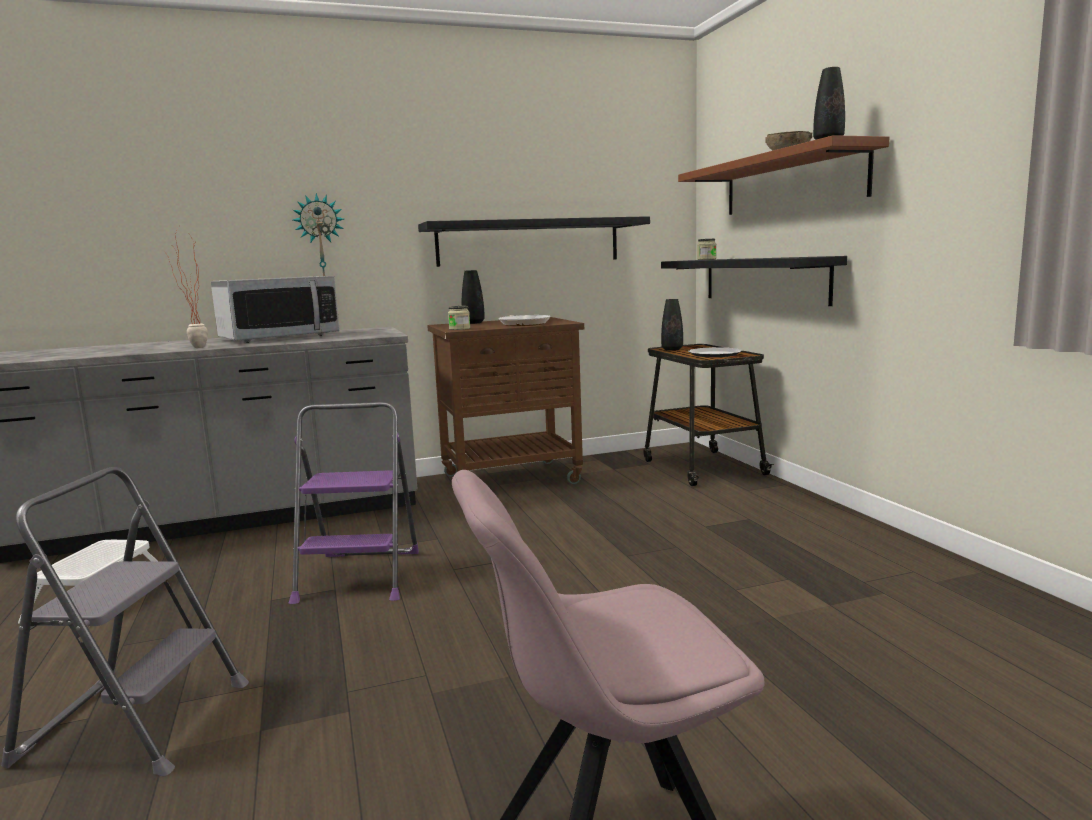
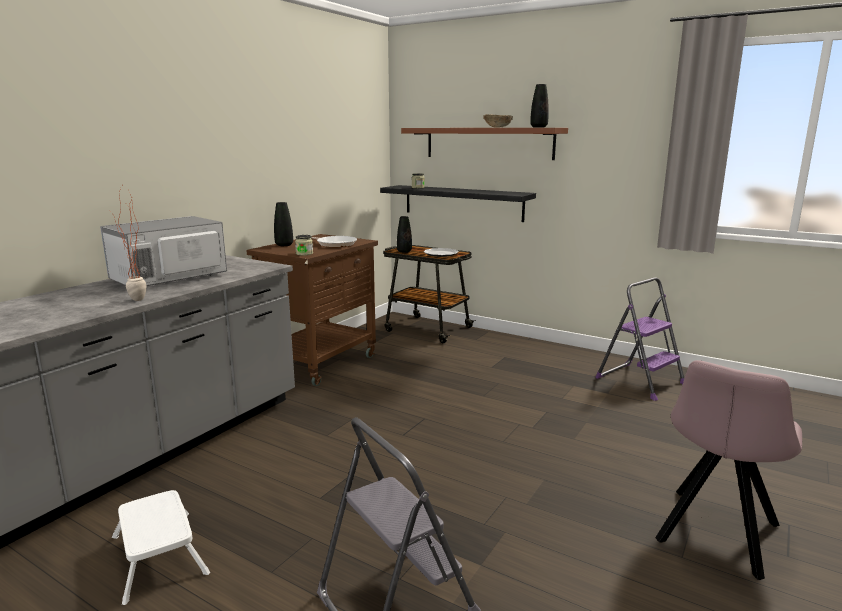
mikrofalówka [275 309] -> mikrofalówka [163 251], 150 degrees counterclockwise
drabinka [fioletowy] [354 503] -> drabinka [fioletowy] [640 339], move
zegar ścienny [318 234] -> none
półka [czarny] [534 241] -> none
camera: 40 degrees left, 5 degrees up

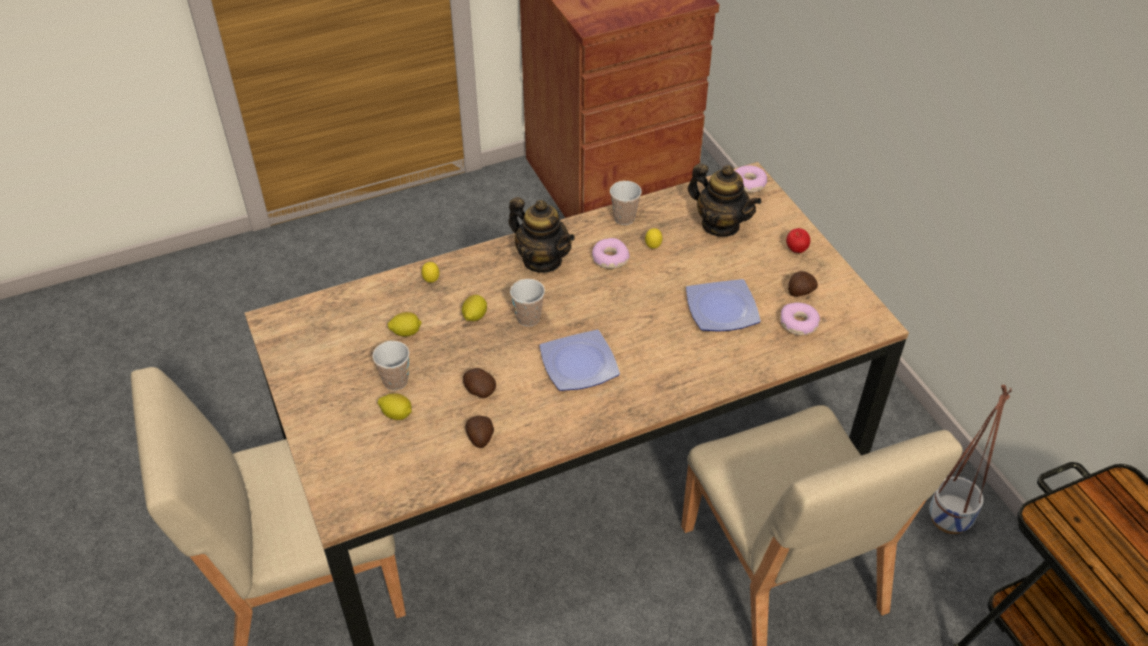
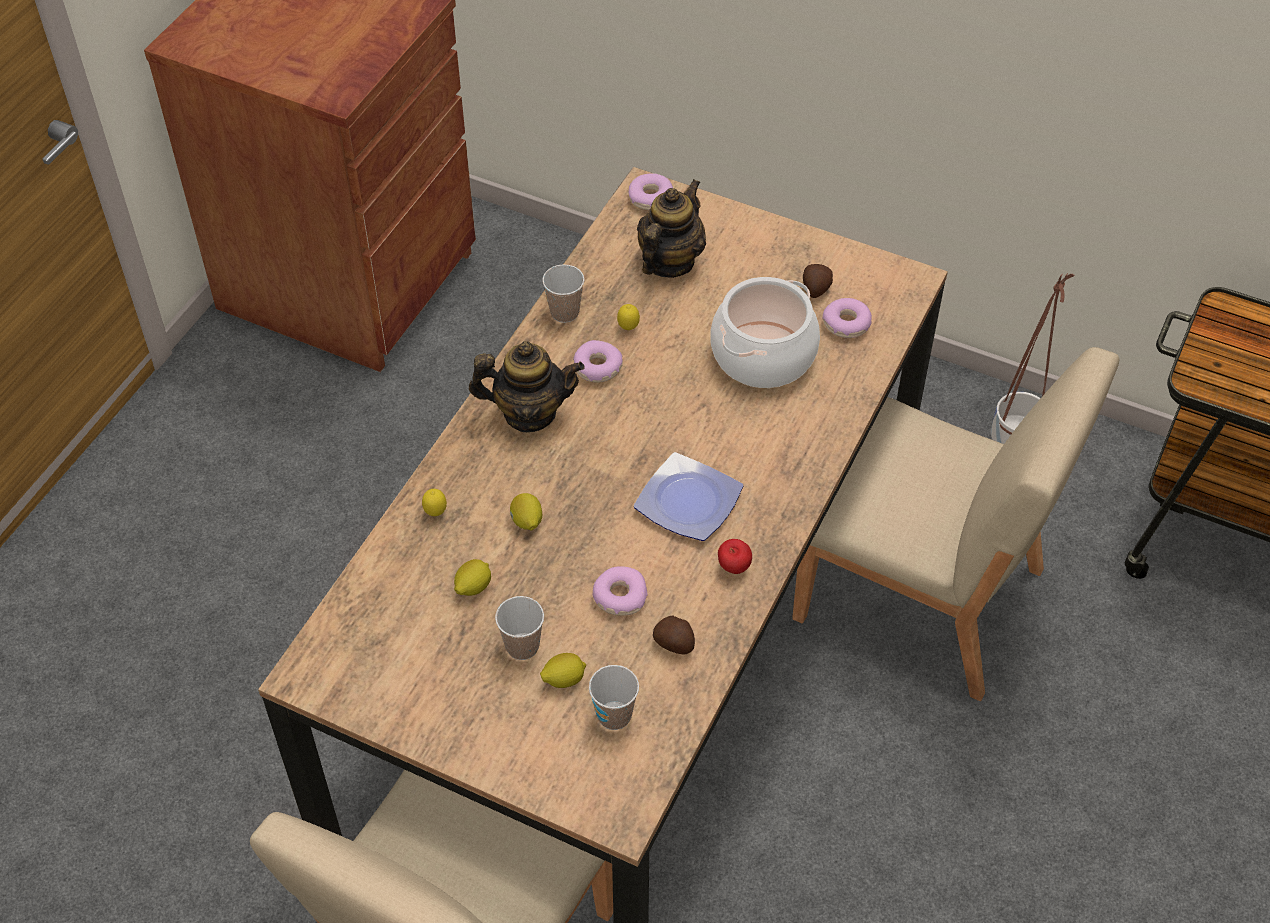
filiżanka [527 302] -> filiżanka [614 697], move
ziemniak [479 383] -> donut [620 591]
imbryk [725 200] -> imbryk [671 228], 60 degrees counterclockwise
talerz [723 305] -> garnek [765 332]
jabłko [798 240] -> jabłko [735 556], move
camera: 40 degrees left, 5 degrees up

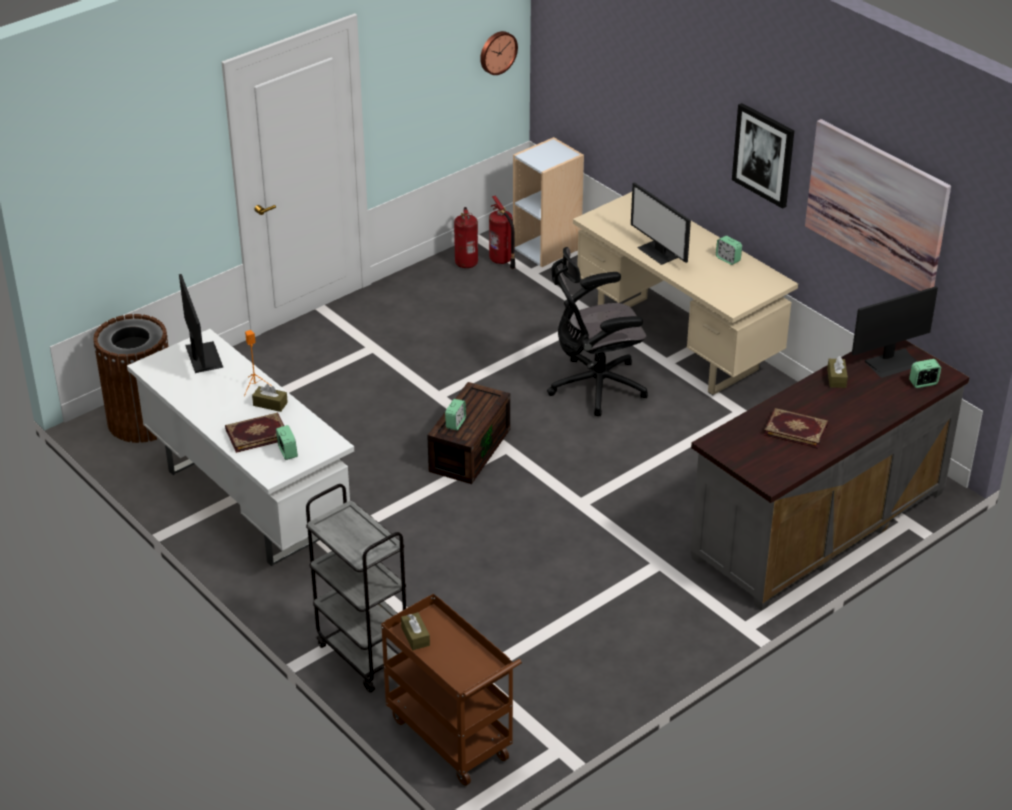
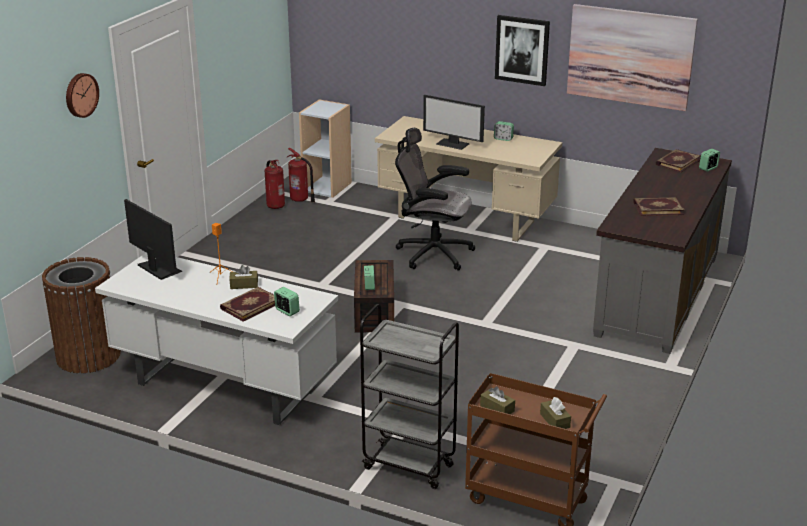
zegar ścienny [499 53] -> zegar ścienny [82 95], move
krzesło biurowe [597 331] -> krzesło biurowe [435 199], 60 degrees clockwise
pudełko chusteczek [brązowy] [837 372] -> pudełko chusteczek [brązowy] [555 413], move
monitor [895 332] -> książka [678 160]
camera: 25 degrees left, 10 degrees down

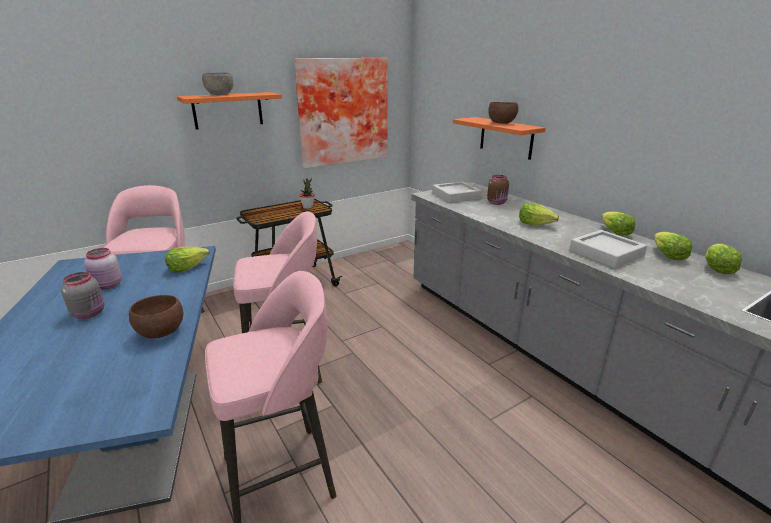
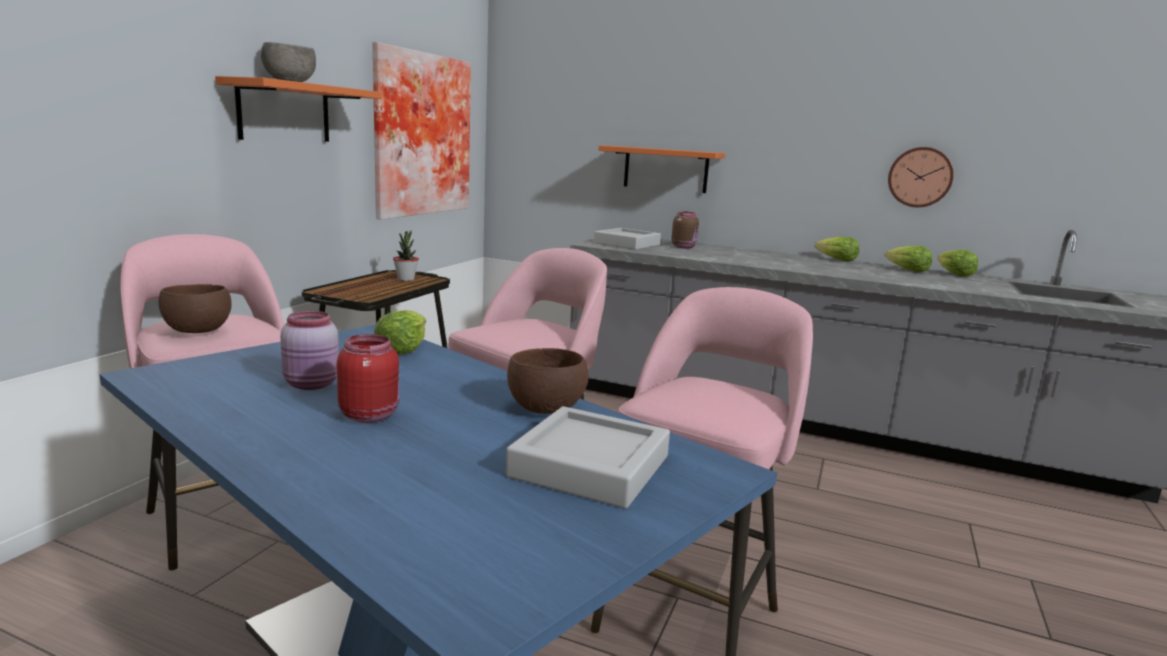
miska [brązowy] [503 113] -> miska [brązowy] [195 308], move
słoik [szary] [82 295] -> słoik [czerwony] [368 378]
taca [szary] [608 249] -> taca [szary] [588 457], move
none -> zegar ścienny [921 177]
sałata [539 214] -> none
camera: 35 degrees left, 10 degrees down

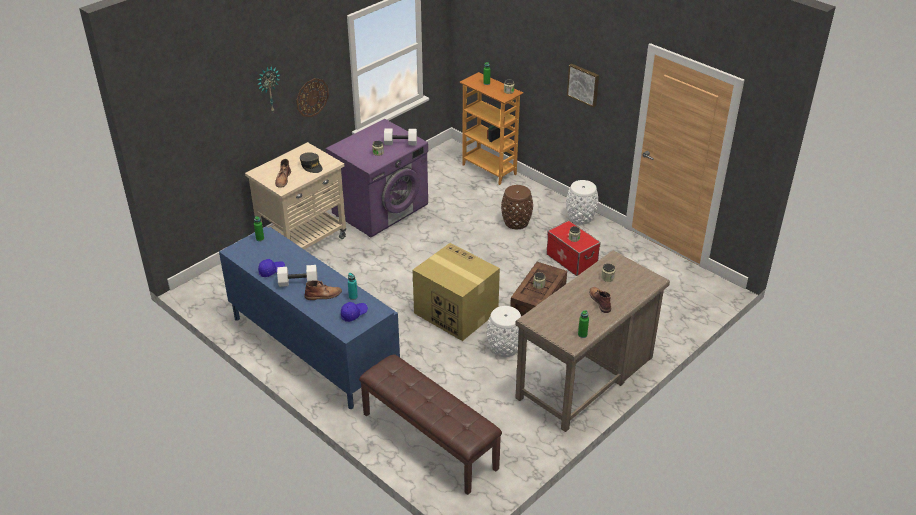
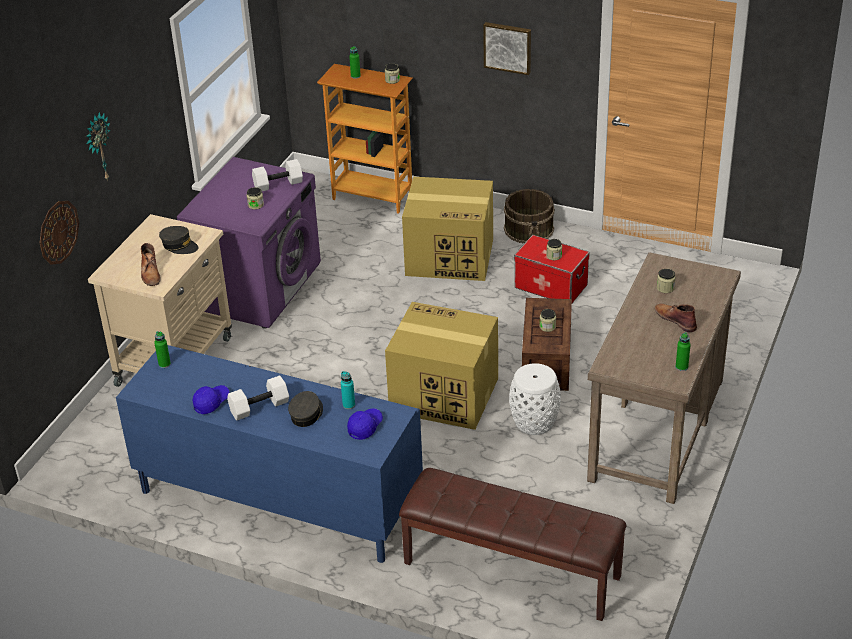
zegar ścienny [312 97] -> zegar ścienny [59 233], move
but z cholewką [brązowy] [323 290] -> czapka z daszkiem [szary] [305 409]
stołek [brązowy] [517 207] -> karton [447 228]
stołek [biały] [582 202] -> wiadro [brązowy] [529 216]
camera: 20 degrees left, 0 degrees up

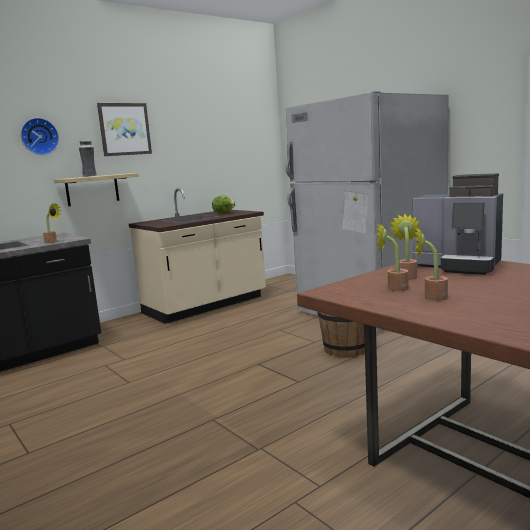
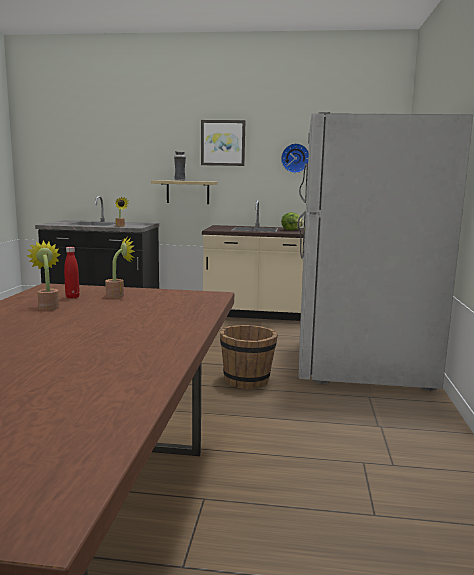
roślina doniczkowa [392 257] -> butelka [czerwony] [72 273]
zegar ścienny [40 136] -> zegar ścienny [295 158], move
ekspres do kawy [458 224] -> none
camera: 45 degrees right, 0 degrees up

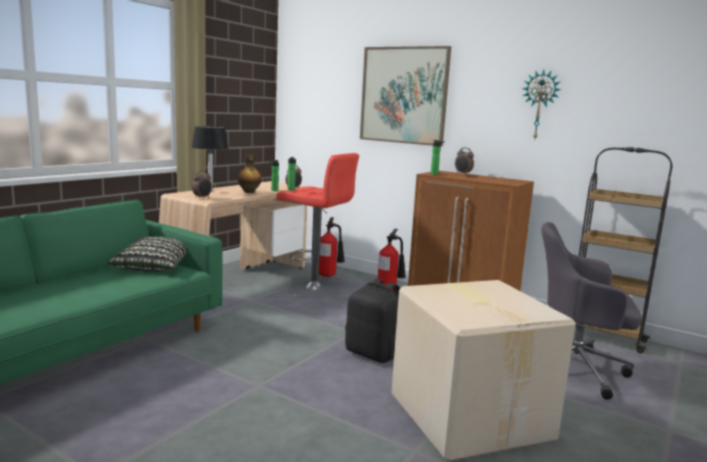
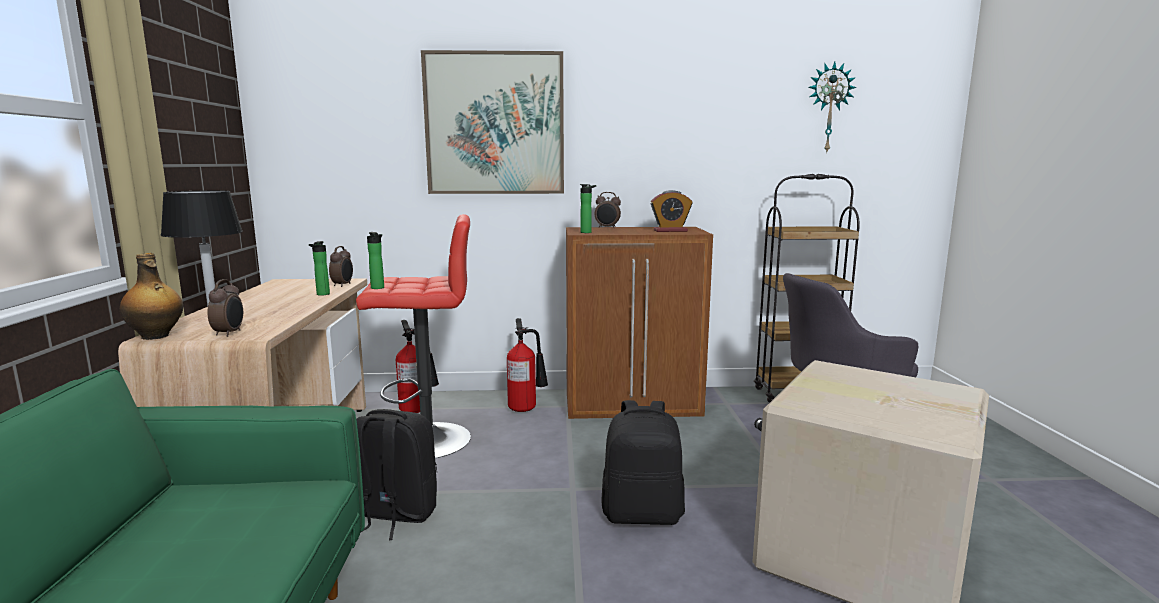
butelka [250 173] -> butelka [151 296], move
none -> plecak [czarny] [396 474]
none -> budzik [671 211]
zegar ścienny [541 104] -> zegar ścienny [832 108], move
poduszka [147 254] -> none
camera: 35 degrees left, 0 degrees up

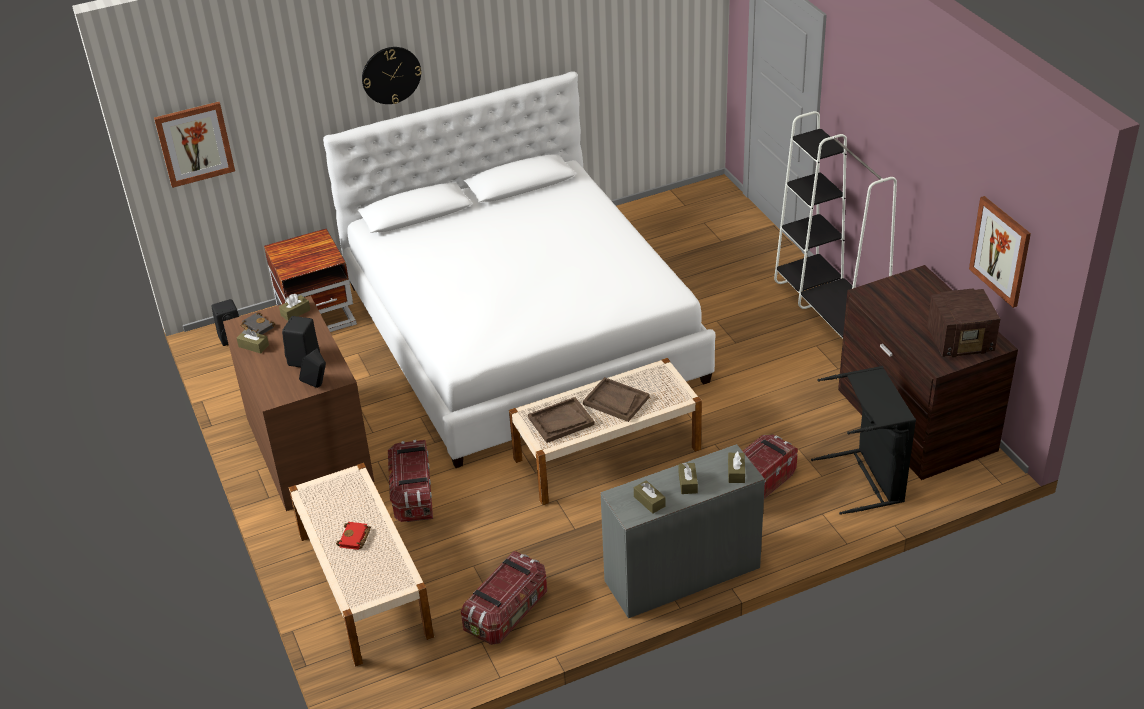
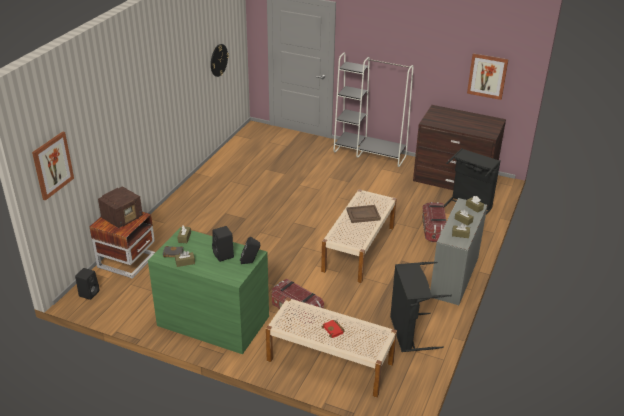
radio [963 322] -> radio [120 207], move
komoda [brązowy] [298 403] -> komoda [zielony] [208 290]
zegar ścienny [391 75] -> zegar ścienny [220 60], move
pojemnik do przechowywania [504 598] -> kosz na pranie [czarny] [421 307]
łóżko [biały] [519 269] -> none
taca [brązowy] [561 420] -> none
camera: 45 degrees left, 5 degrees down

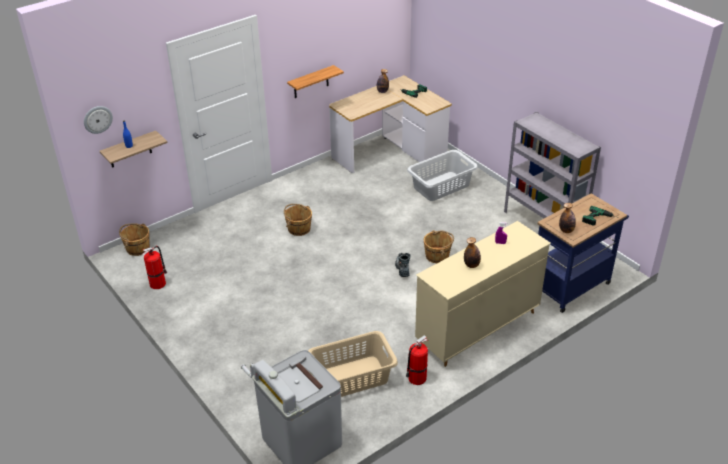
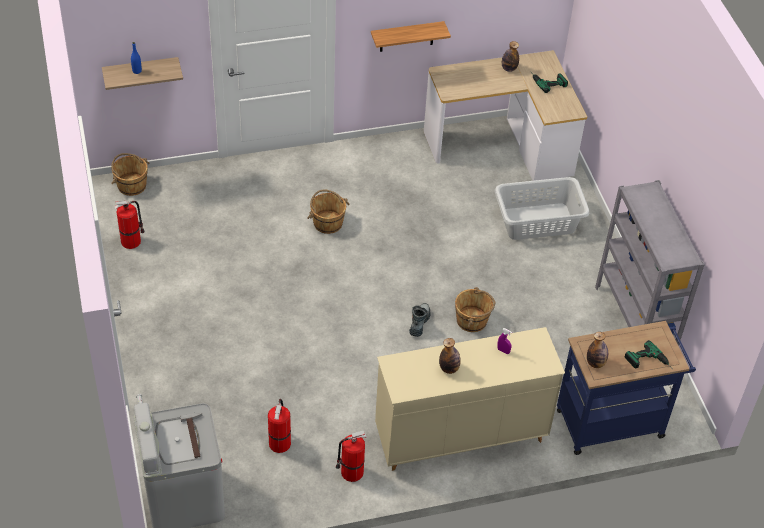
kosz na pranie [beżowy] [353 364] -> gaśnica [279 426]
zegar ścienny [98 120] -> none
camera: 20 degrees right, 10 degrees up

